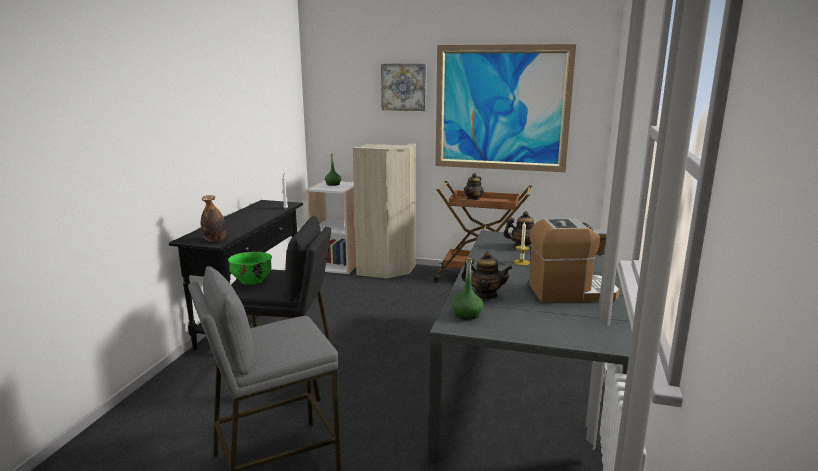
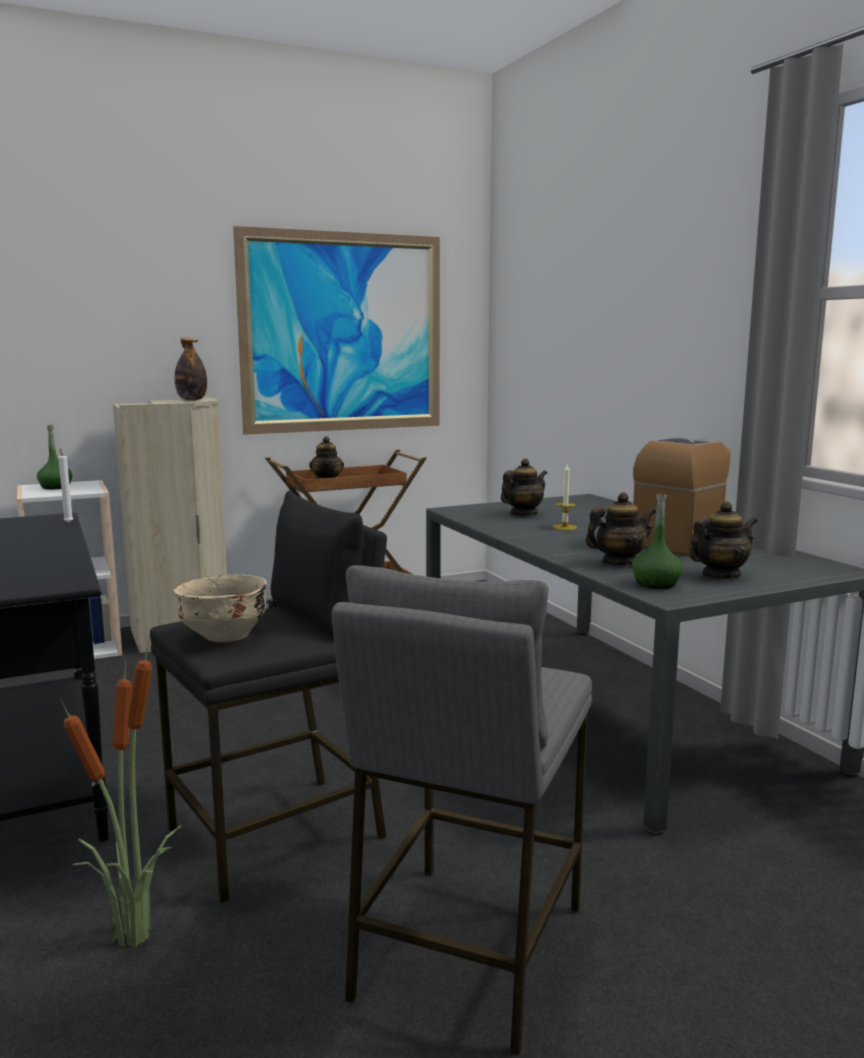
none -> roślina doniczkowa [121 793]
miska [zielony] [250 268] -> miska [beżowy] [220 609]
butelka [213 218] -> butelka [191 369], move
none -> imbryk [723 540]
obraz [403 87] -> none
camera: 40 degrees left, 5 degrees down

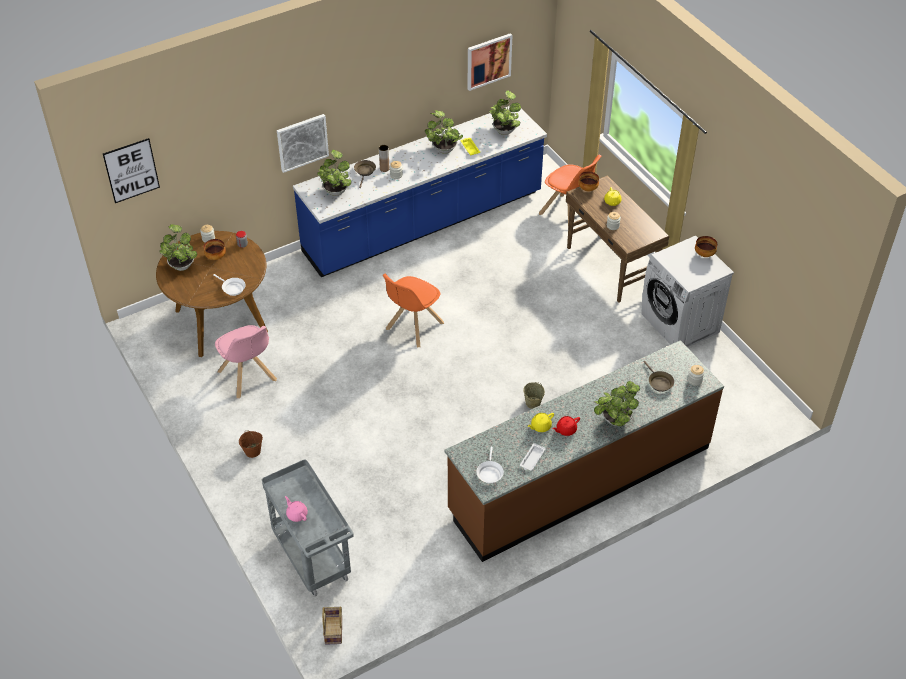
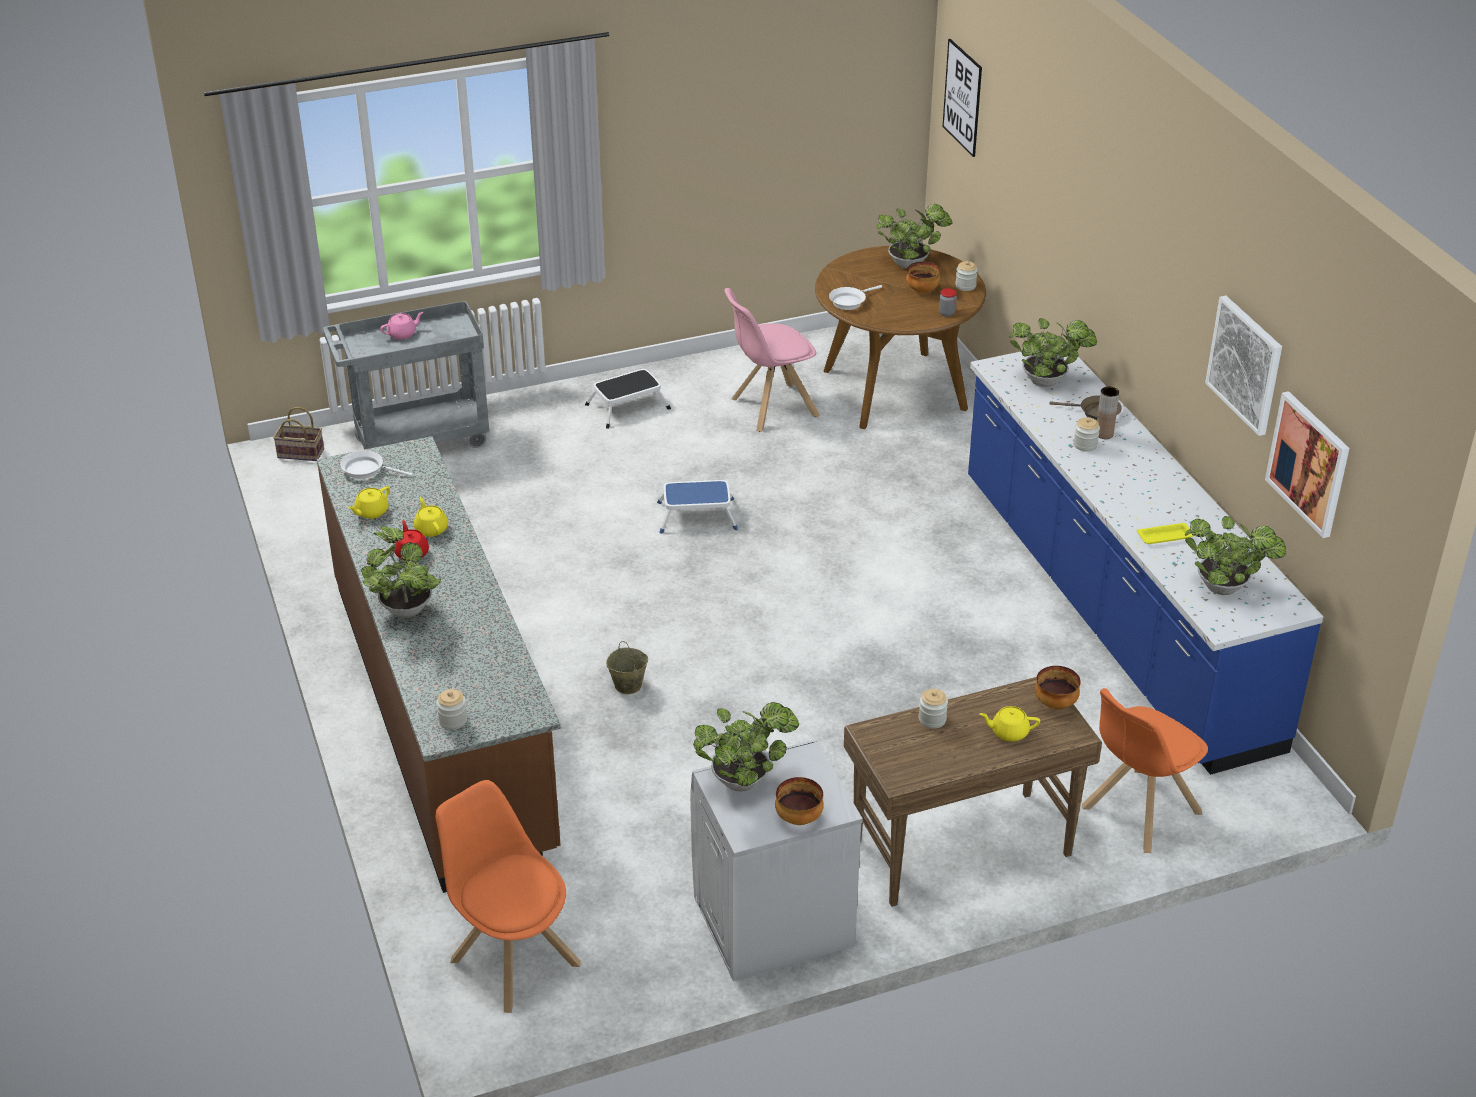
taca [biały] [533 457] -> imbryk [żółty] [369 502]
krzesło [pomarańczowy] [413 311] -> krzesło [pomarańczowy] [508 896], move
wiadro [brązowy] [251 444] -> drabinka [czarny] [628 399]
none -> drabinka [niebieski] [697 507]
roślina doniczkowa [444 132] -> roślina doniczkowa [746 746], move
obraz [303 143] -> obraz [1243 366], move
patelnia [brązowy] [659 376] -> none
camera: 100 degrees right, 10 degrees down

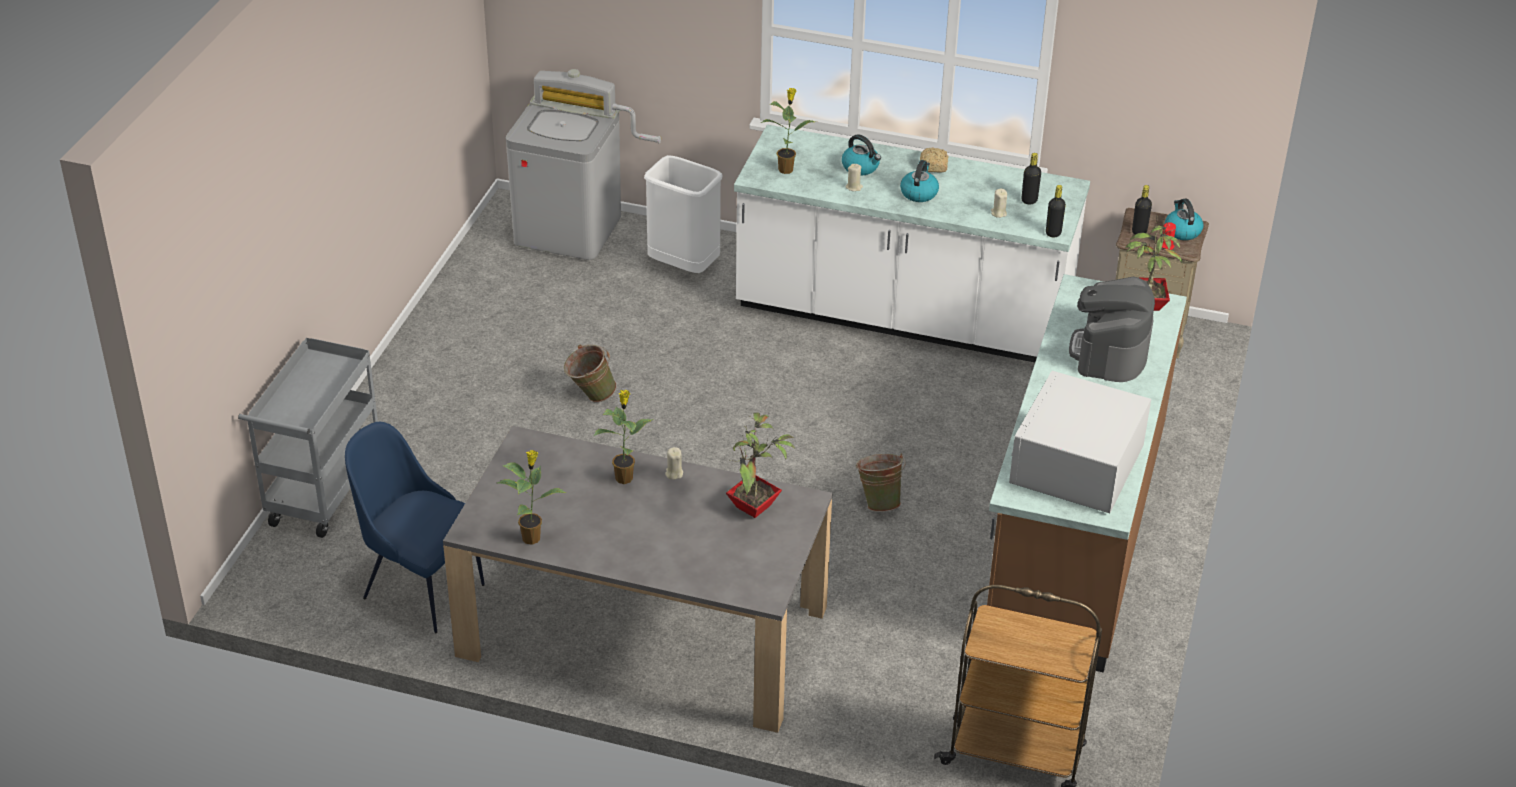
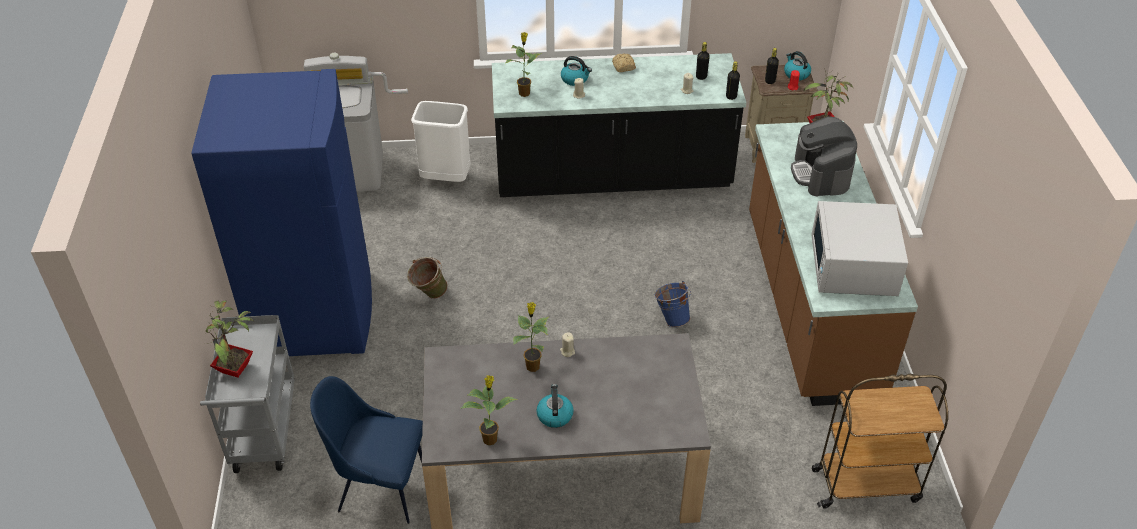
none -> lodówka [niebieski] [281 212]
roślina doniczkowa [760 465] -> roślina doniczkowa [229 339], move
zabudowa kuchenna [biały] [912 243] -> zabudowa kuchenna [czarny] [619 125]
czajnik [919 181] -> czajnik [555 406], move
wiadro [zielony] [880 482] -> wiadro [niebieski] [672 304]
camera: 20 degrees left, 5 degrees up

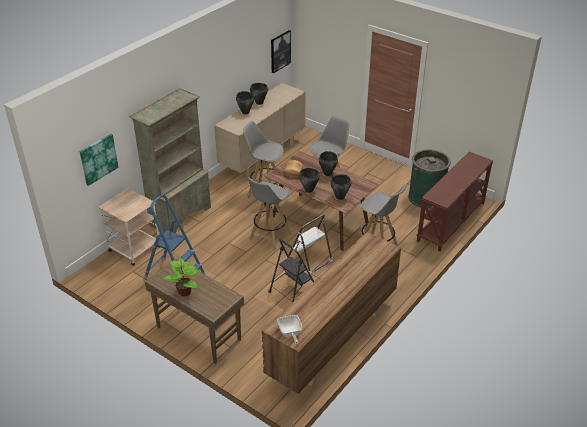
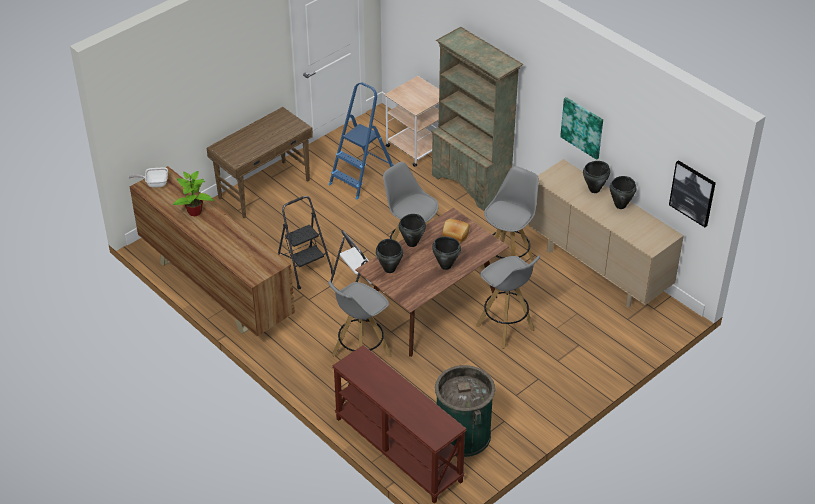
roślina doniczkowa [181 277] -> roślina doniczkowa [193 193], move
obraz [99 160] -> obraz [581 128], move
camera: 100 degrees right, 5 degrees up

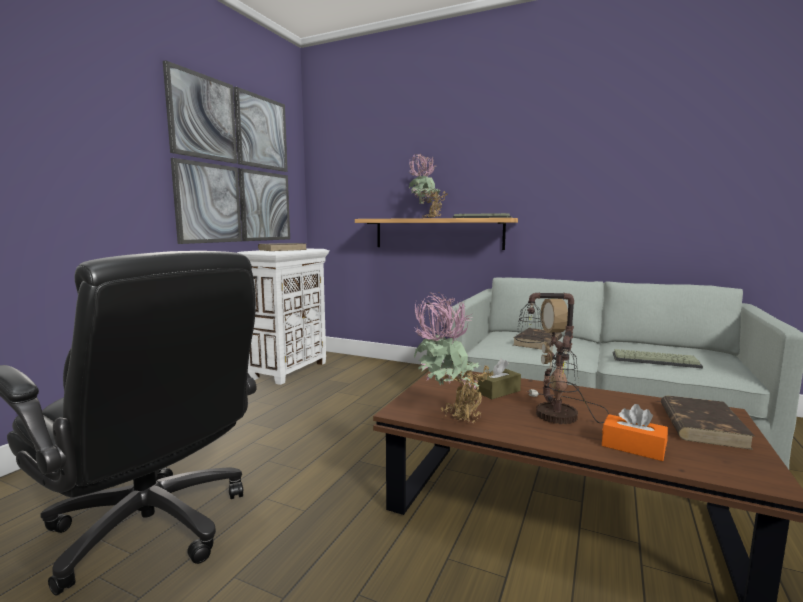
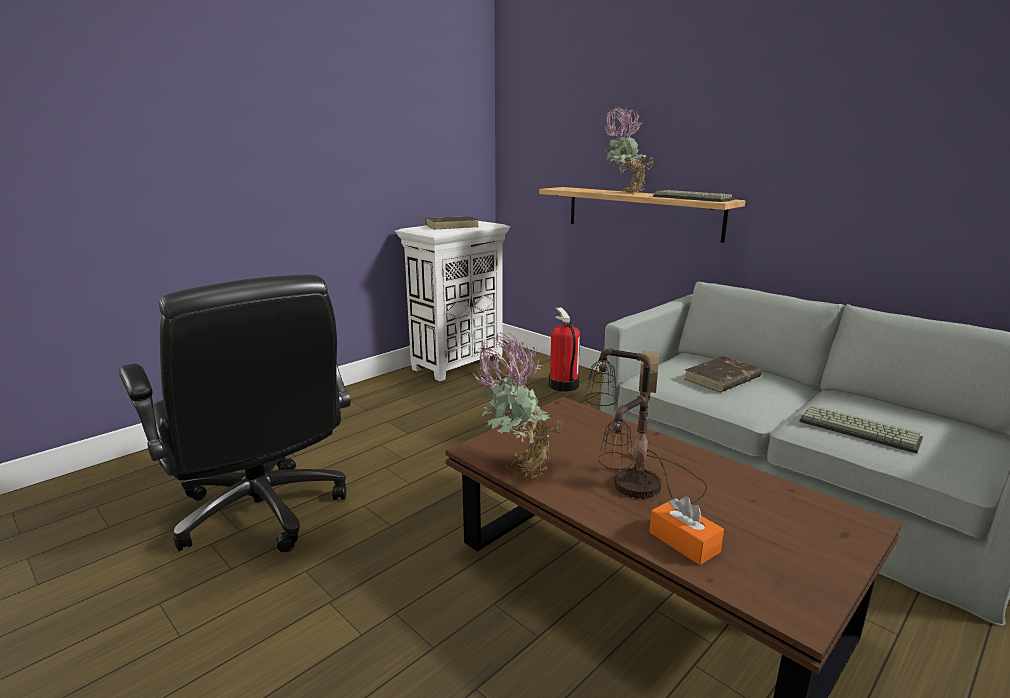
none -> gaśnica [564 349]
obraz [226 152] -> none
pudełko chusteczek [brązowy] [498 379] -> none
książka [brązowy] [707 423] -> none
camera: 20 degrees right, 10 degrees up

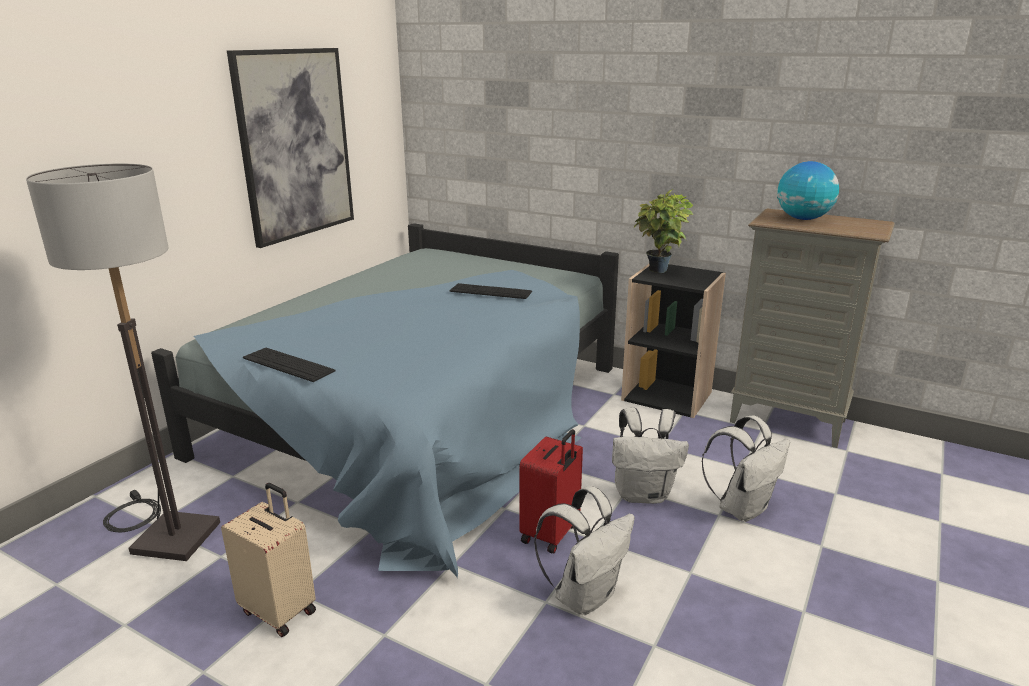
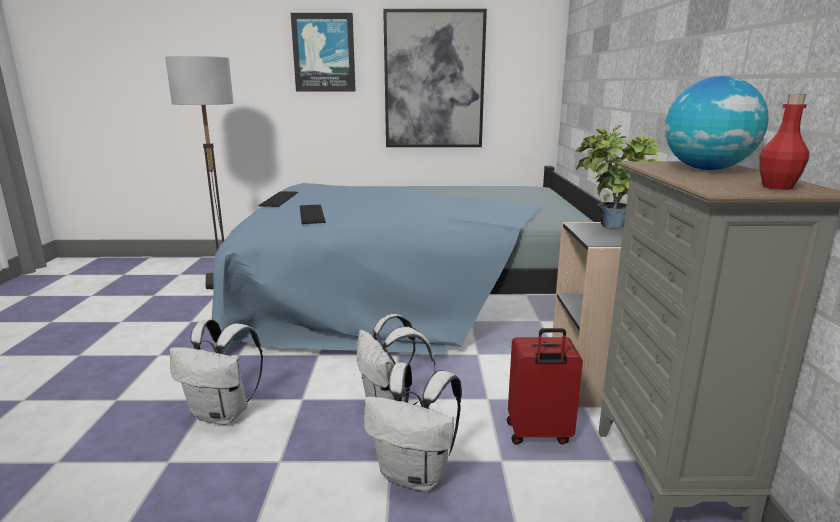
none -> obraz [323 52]
klawiatura [491 291] -> klawiatura [313 214], move
walizka [czerwony] [551 491] -> walizka [czerwony] [545 386], move
none -> butelka [czerwony] [784 142]
walizka [beżowy] [268 560] -> none
camera: 60 degrees right, 5 degrees down

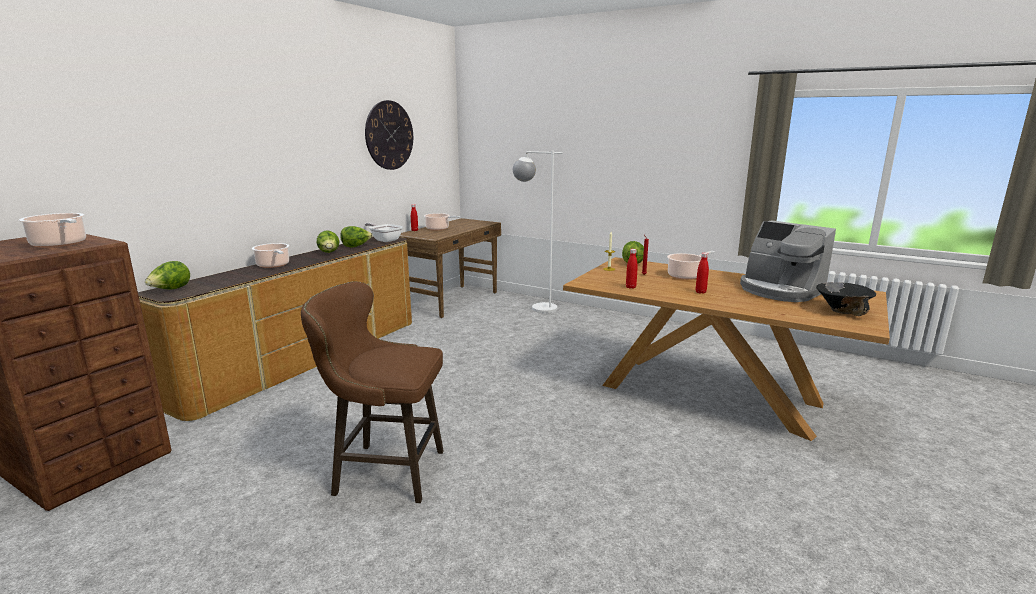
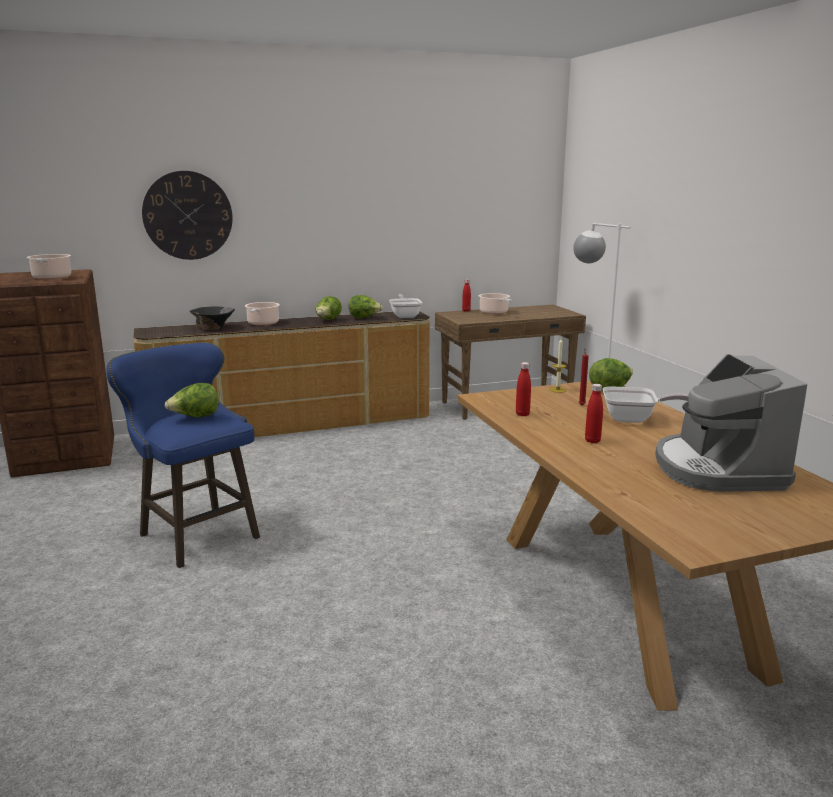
stołek [brązowy] [372 392] -> stołek [niebieski] [183 455]
zegar ścienny [389 135] -> zegar ścienny [187 215], move
sałata [167 275] -> sałata [192 400], move
miska [czarny] [846 299] -> miska [czarny] [212 318], move
garnek [691 265] -> patelnia [646 404]
camera: 40 degrees right, 0 degrees up

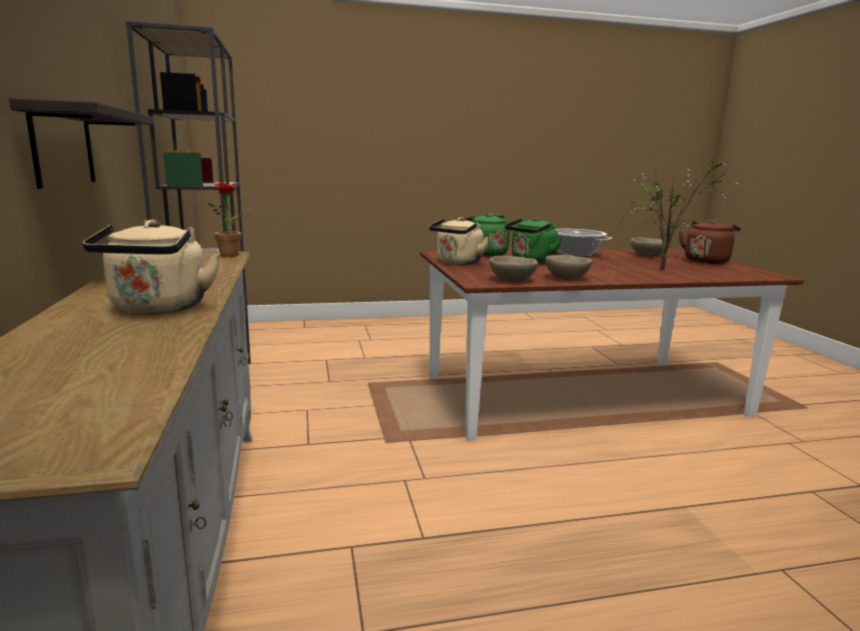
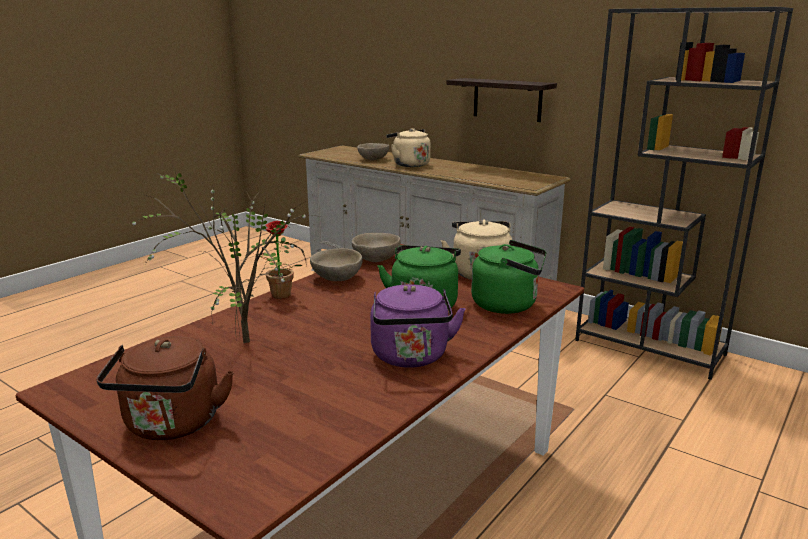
roślina doniczkowa [229 219] -> roślina doniczkowa [275 260], move
miska [beżowy] [650 247] -> miska [beżowy] [373 151], move
garnek [584 243] -> czajnik [fioletowy] [418 326]
camera: 140 degrees right, 5 degrees up

